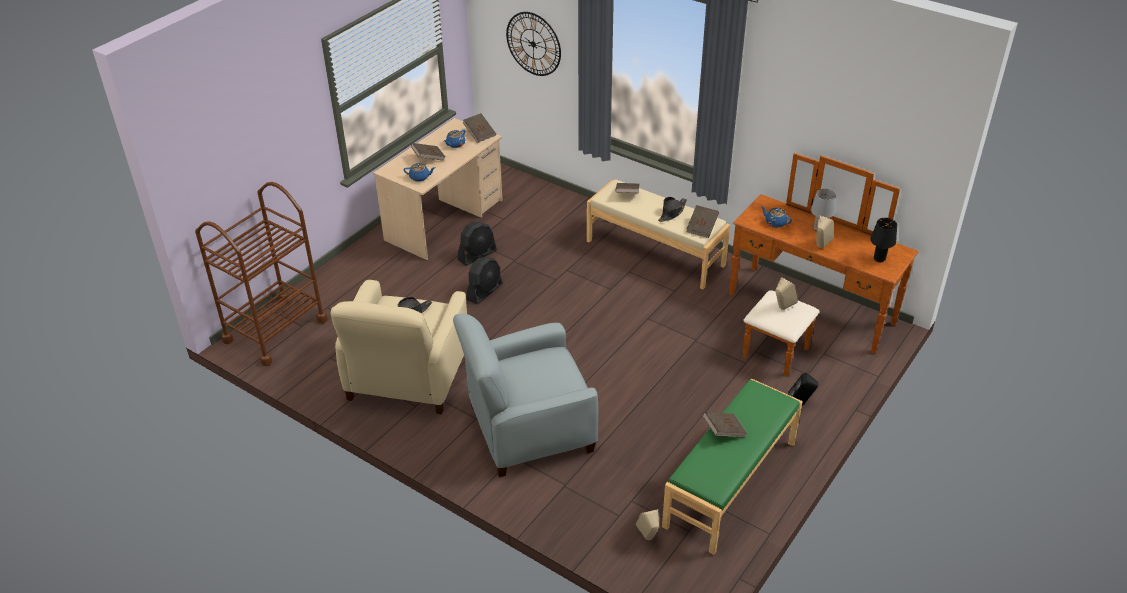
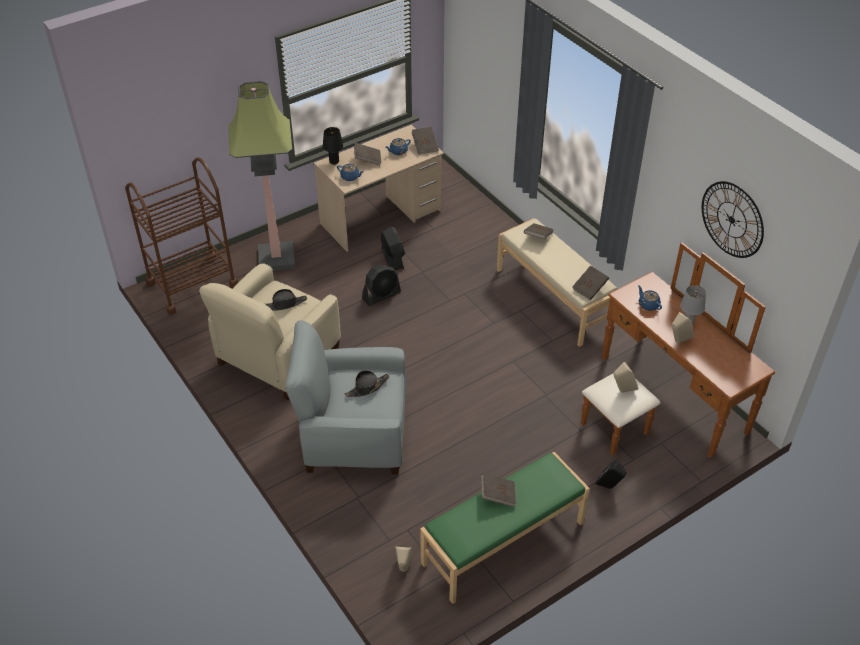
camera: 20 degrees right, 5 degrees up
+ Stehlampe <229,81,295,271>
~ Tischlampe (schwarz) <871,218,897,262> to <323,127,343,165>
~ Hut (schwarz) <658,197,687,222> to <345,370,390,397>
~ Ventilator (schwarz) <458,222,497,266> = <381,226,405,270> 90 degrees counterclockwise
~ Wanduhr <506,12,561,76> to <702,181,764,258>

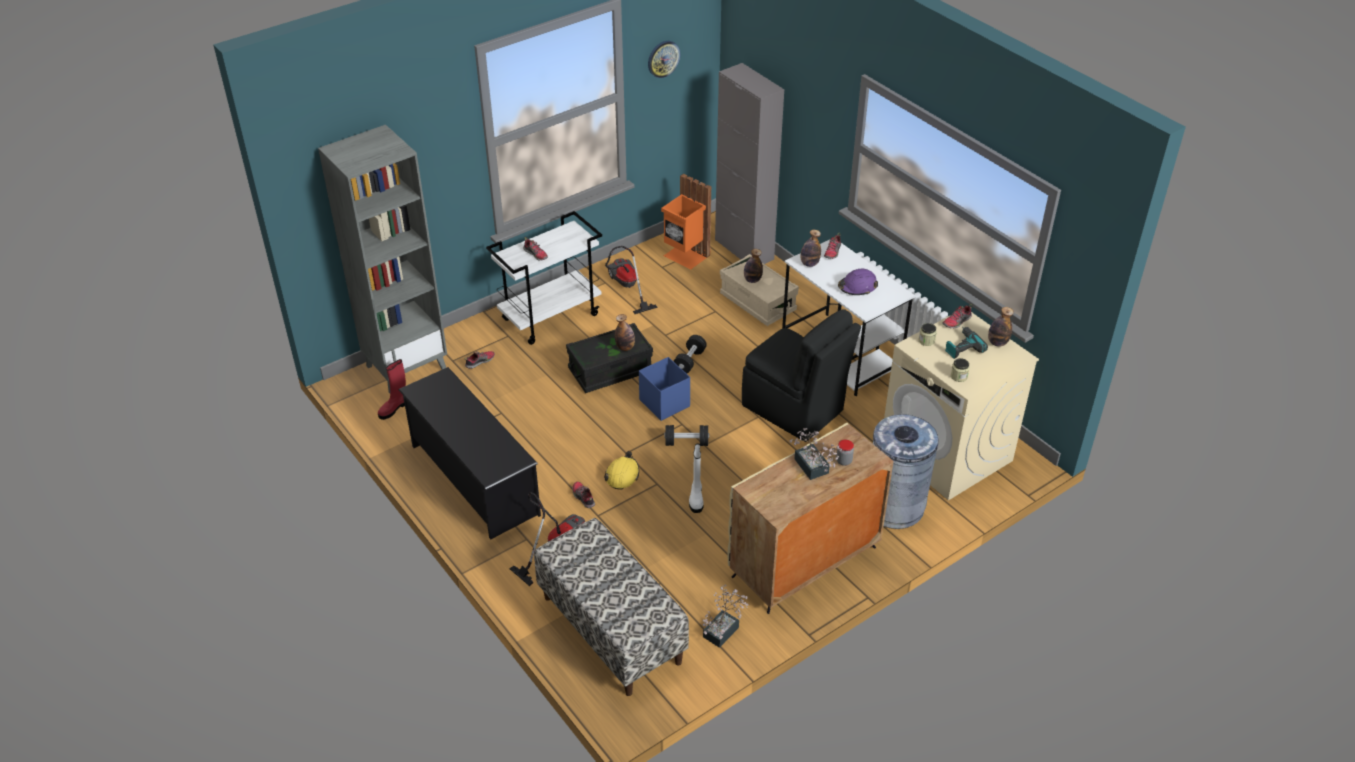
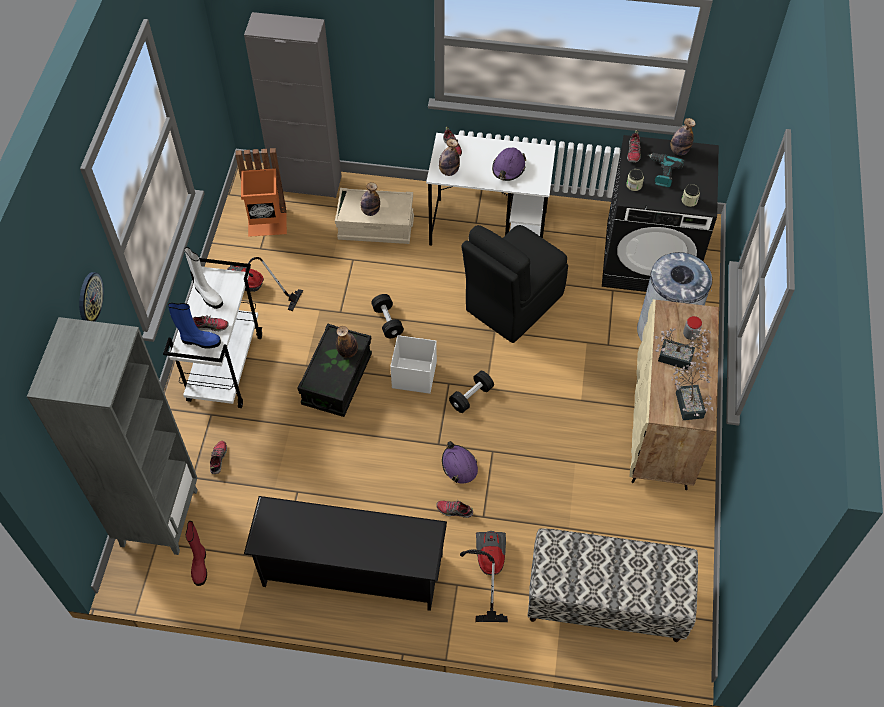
camera: 45 degrees left, 15 degrees up
~ Wanduhr <648,41,681,78> to <79,272,104,322>
+ Stiefel (blau) <168,303,221,348>
~ Stiefel (weiß) <689,443,704,513> to <184,247,223,309>
~ Aufbewahrungsbox (blau) <639,357,690,421> to Aufbewahrungsbox (weiß) <390,335,437,394>
~ Schutzhelm (gelb) <604,451,640,490> to Schutzhelm (lila) <442,441,478,483>
~ Stuhl (schwarz) <742,309,861,442> = <461,225,568,343> 135 degrees clockwise
~ Waschmaschine (beige) <884,312,1039,500> to Waschmaschine (schwarz) <602,135,719,292>
~ Topfpflanze <703,585,749,648> to <671,361,713,420>

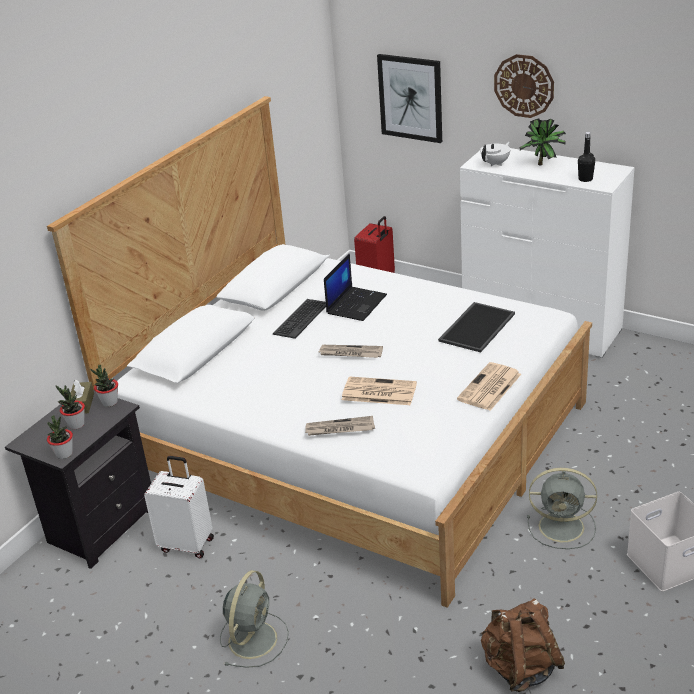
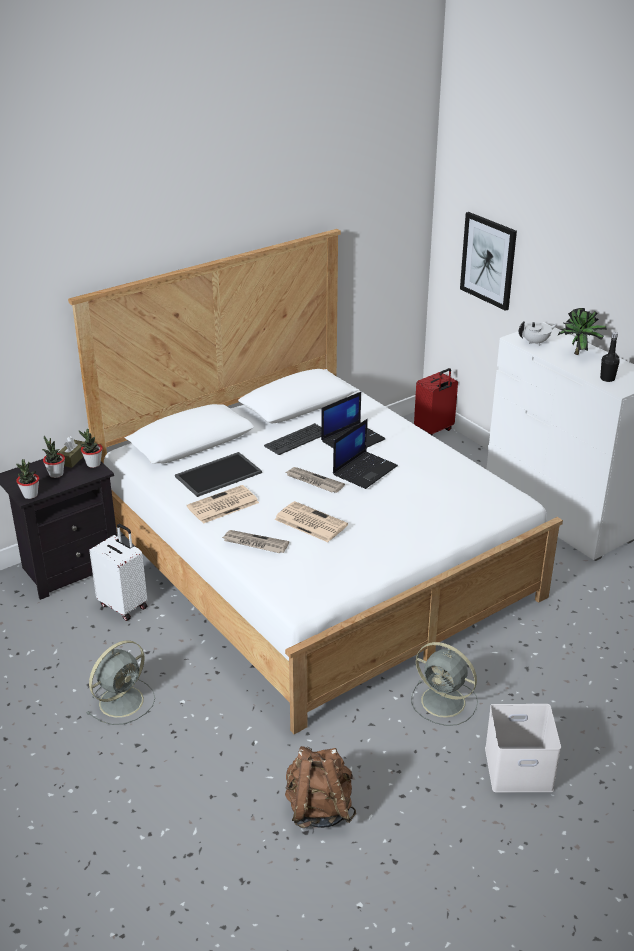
camera: 20 degrees right, 0 degrees up
~ Tablett <438,302,515,352> to <175,452,262,497>
~ Zeitung <457,362,521,411> to <187,485,259,524>
+ Laptop <333,419,398,489>
- Wanduhr <494,54,554,118>

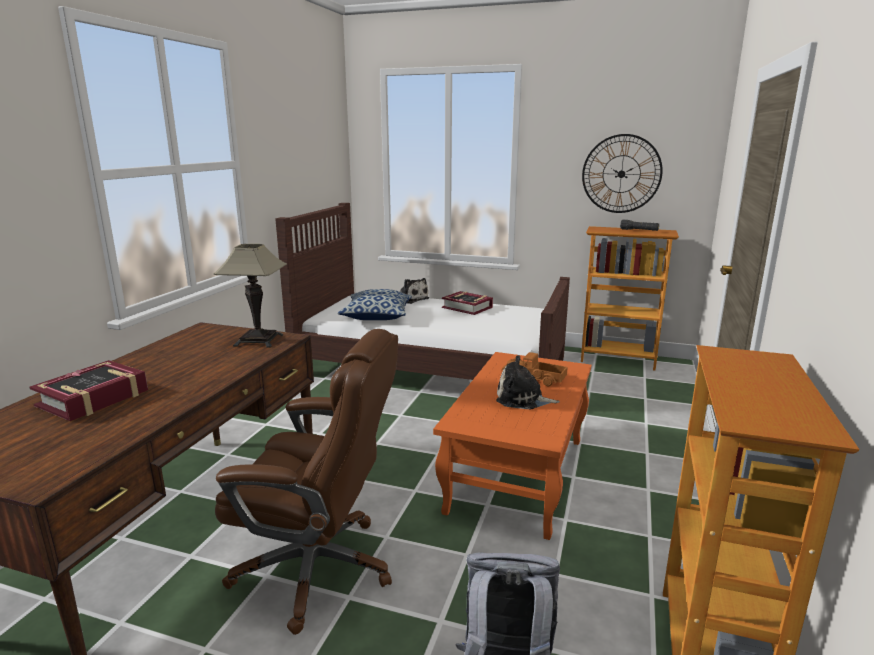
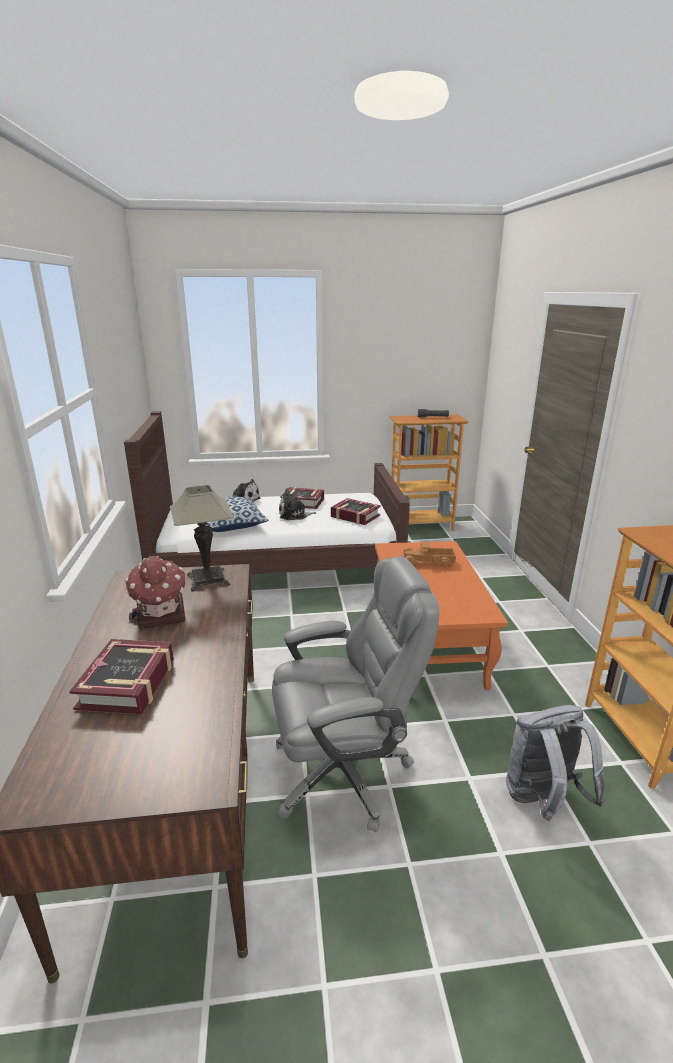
camera: 25 degrees left, 5 degrees up
+ Spielzeughaus <125,556,186,629>
~ Bürostuhl (braun) <215,329,398,635> to Bürostuhl (grau) <272,557,440,832>
~ Plüschtier <496,355,560,410> to <279,488,317,520>
+ Buch <331,498,381,525>
- Wanduhr <582,134,663,213>

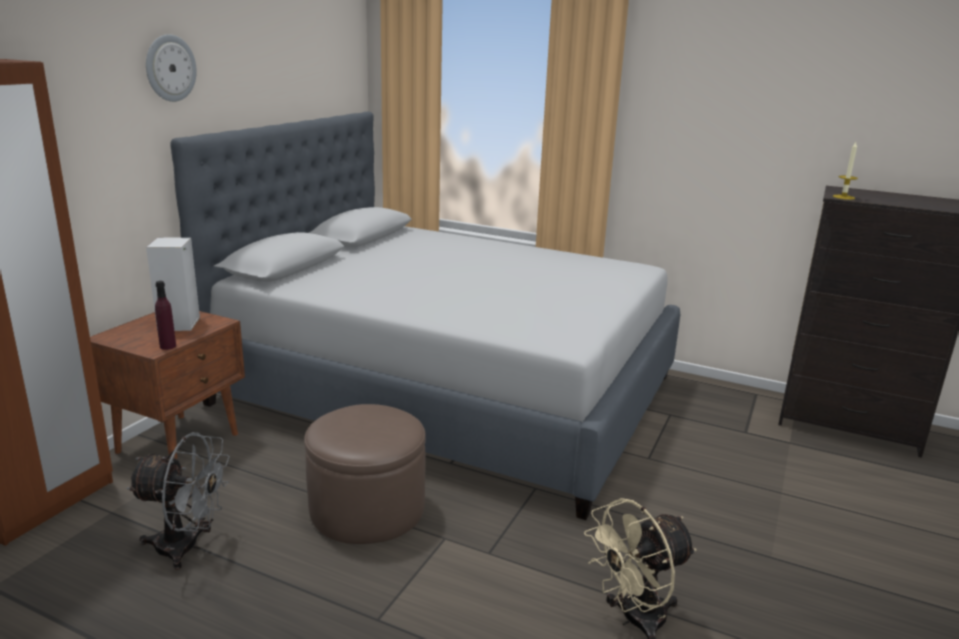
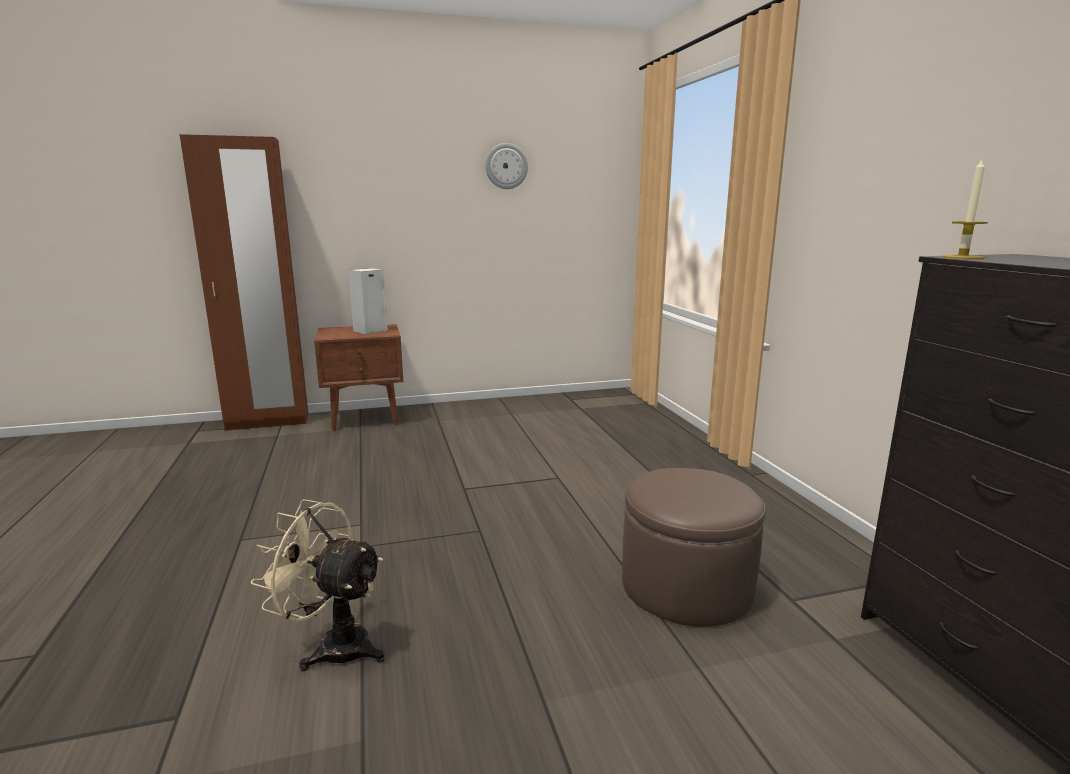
camera: 50 degrees right, 5 degrees down
~ Wanduhr <146,34,197,102> to <485,143,528,189>
~ Polsterhocker (braun) <304,404,426,544> to <622,468,766,627>
- Ventilator (grau) <126,432,230,570>
- Flasche (lila) <155,281,176,350>
- Bett (grau) <170,112,680,520>

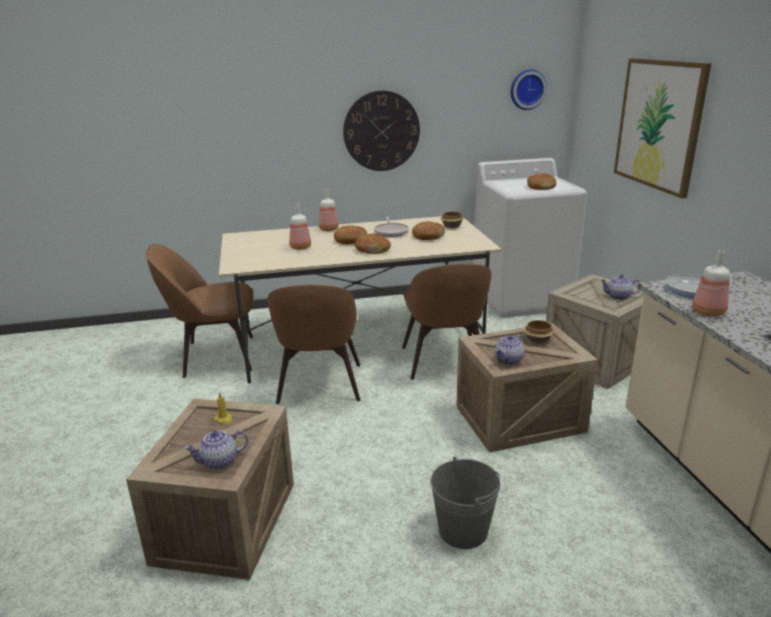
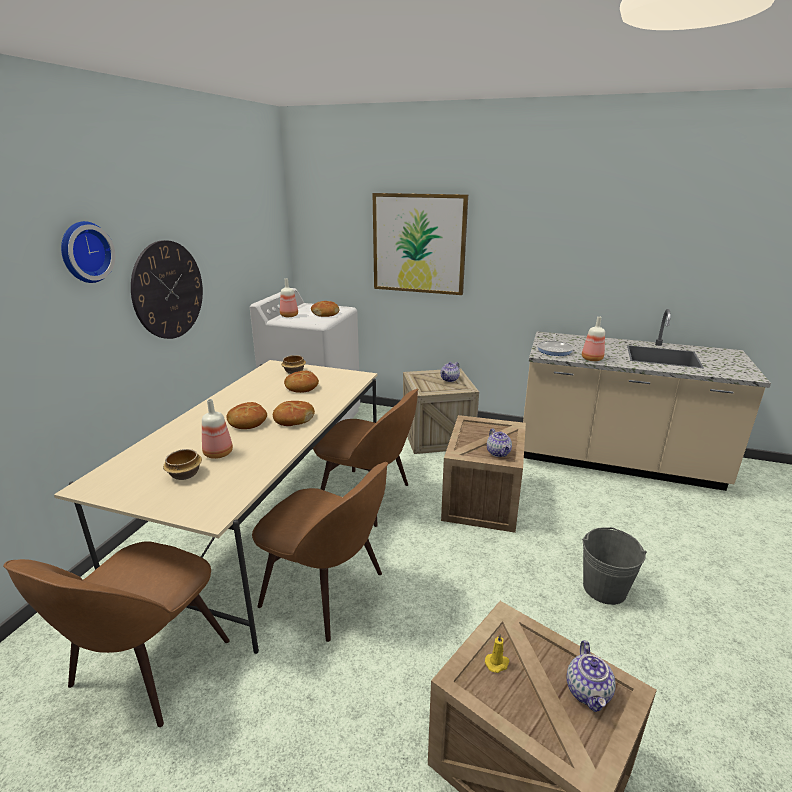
camera: 60 degrees left, 0 degrees up
~ Wanduhr <511,69,547,110> to <61,221,115,283>
~ Schüssel <524,320,554,344> to <163,449,202,480>
~ Flasche <319,189,339,231> to <280,278,298,317>
- Pfanne <374,217,409,237>

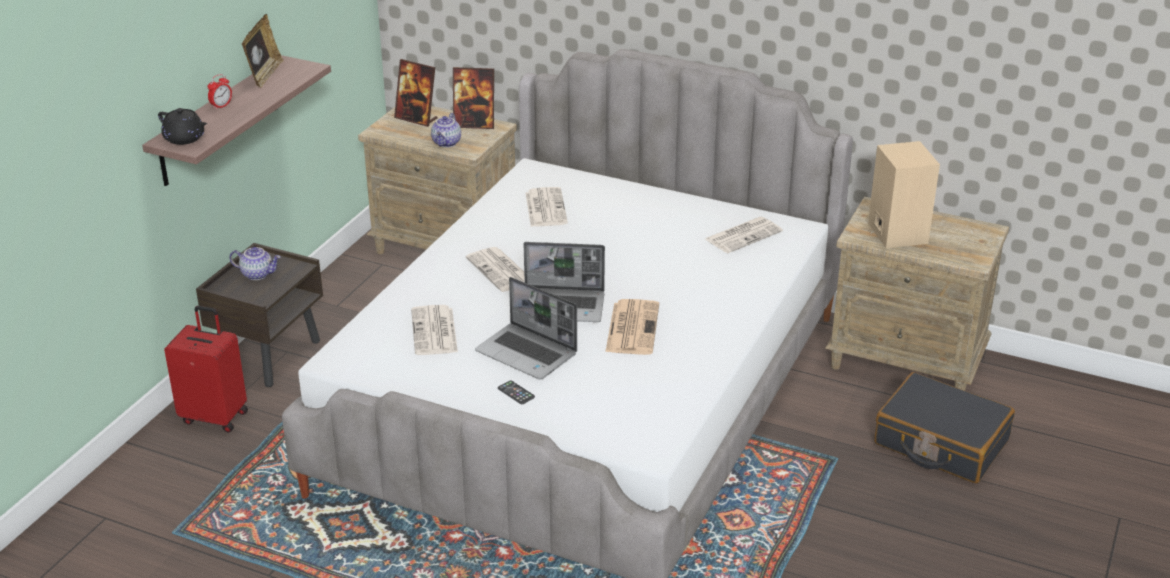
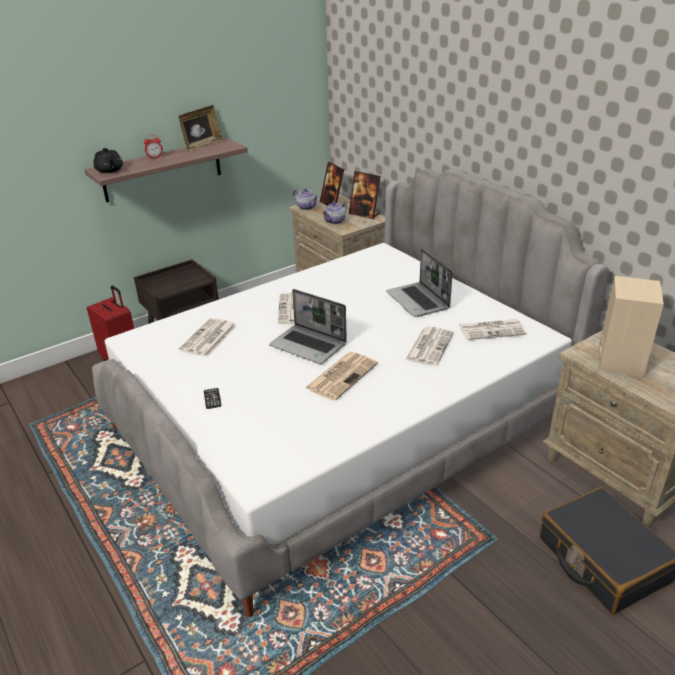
camera: 30 degrees right, 0 degrees up
~ Teekanne <229,247,281,280> to <293,188,318,210>
~ Laptop <475,277,577,380> to <386,249,453,317>
~ Zeitung <526,187,568,227> to <405,326,454,366>

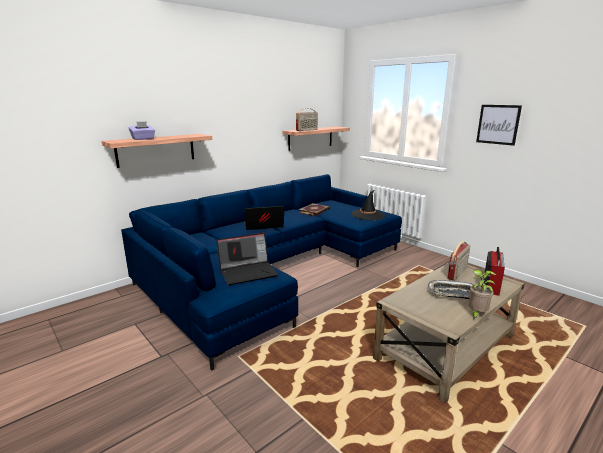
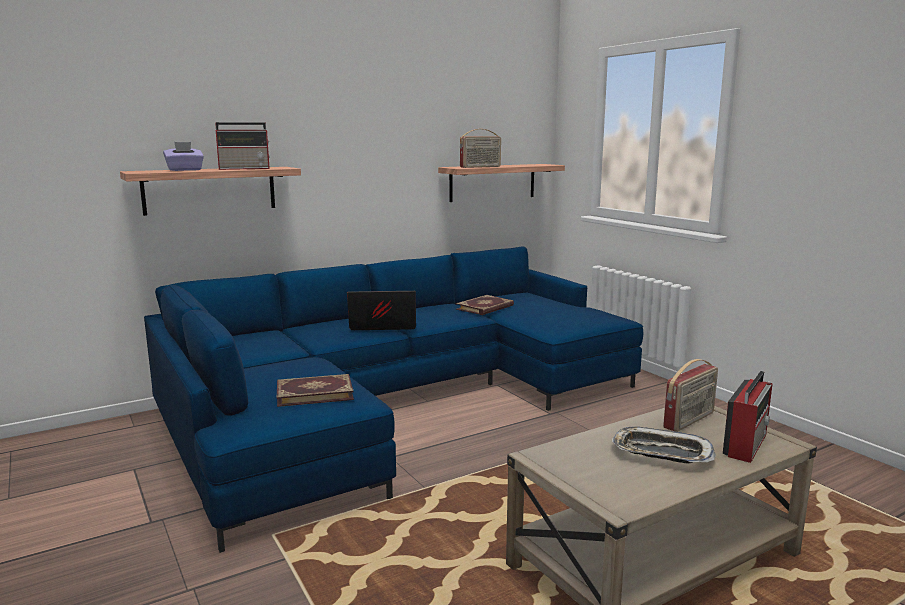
camera: 10 degrees right, 5 degrees down
+ Radio <215,122,270,170>
~ Laptop <216,233,278,285> to Buch <277,374,354,407>
- Hut (schwarz) <351,190,385,221>
- Topfpflanze <469,270,496,319>
- Bild <476,105,522,146>

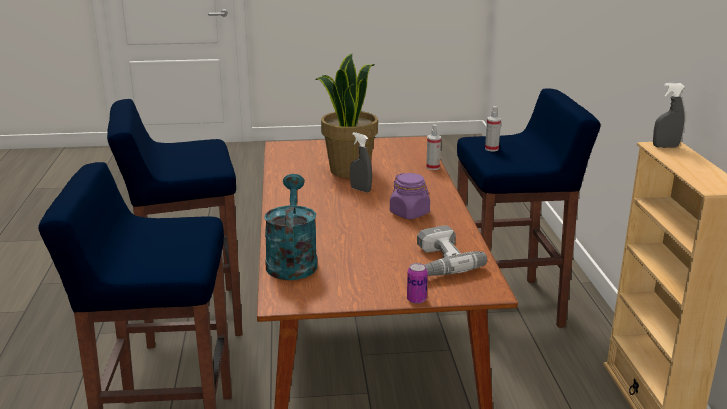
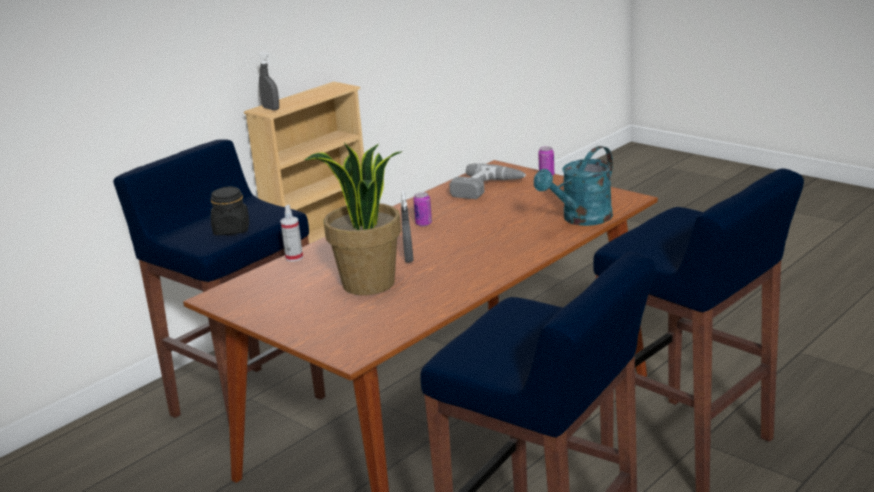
camera: 130 degrees left, 0 degrees up
~ Sprühflasche <485,106,501,151> to Vorratsglas (schwarz) <211,186,249,235>
~ Vorratsglas (lila) <390,173,430,219> to Dose <413,192,432,227>

